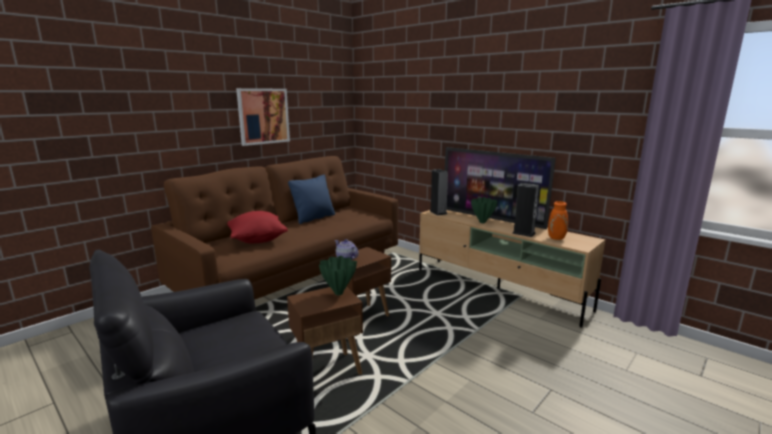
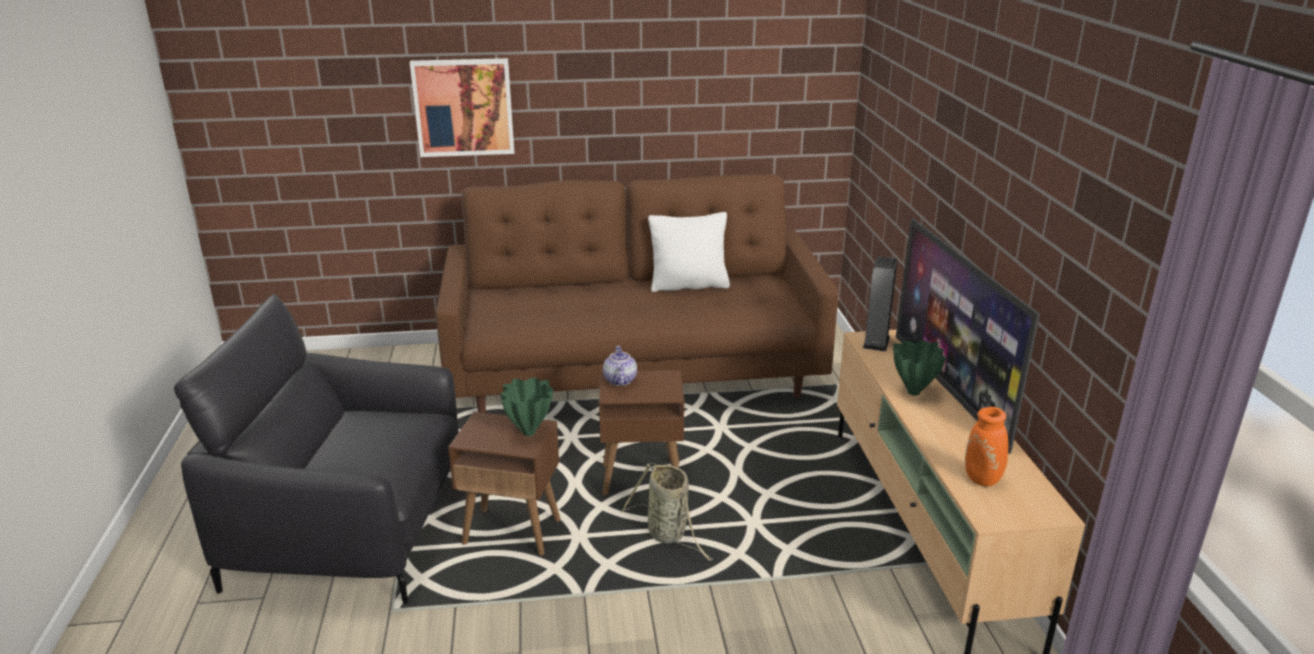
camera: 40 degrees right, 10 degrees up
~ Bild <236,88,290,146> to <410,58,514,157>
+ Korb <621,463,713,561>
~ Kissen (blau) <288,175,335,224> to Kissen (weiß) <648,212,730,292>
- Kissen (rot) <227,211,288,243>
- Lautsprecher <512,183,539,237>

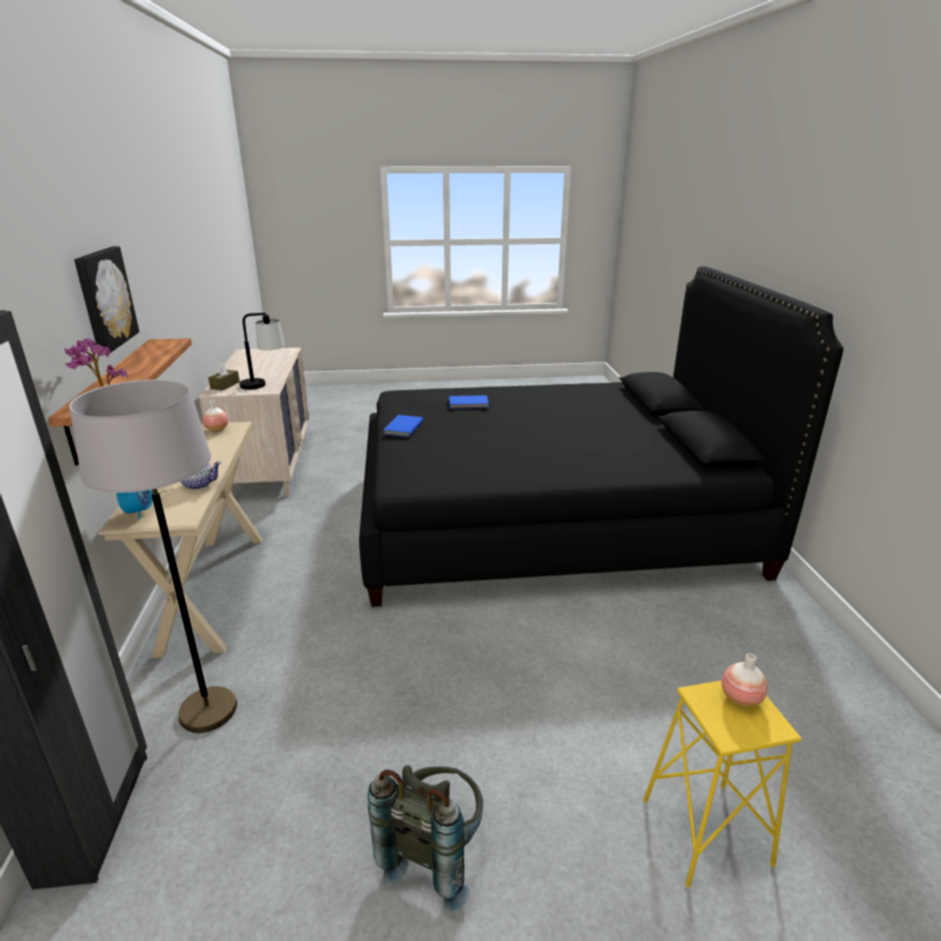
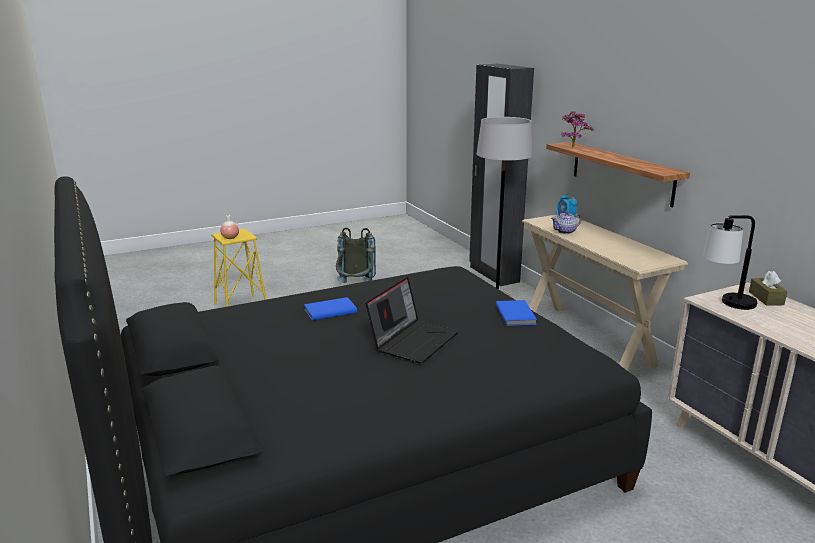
camera: 160 degrees right, 5 degrees down
~ Buch (blau) <449,395,489,409> to <304,297,357,321>
+ Laptop <366,277,459,363>
- Bild <74,246,139,353>
- Vase <202,400,228,432>

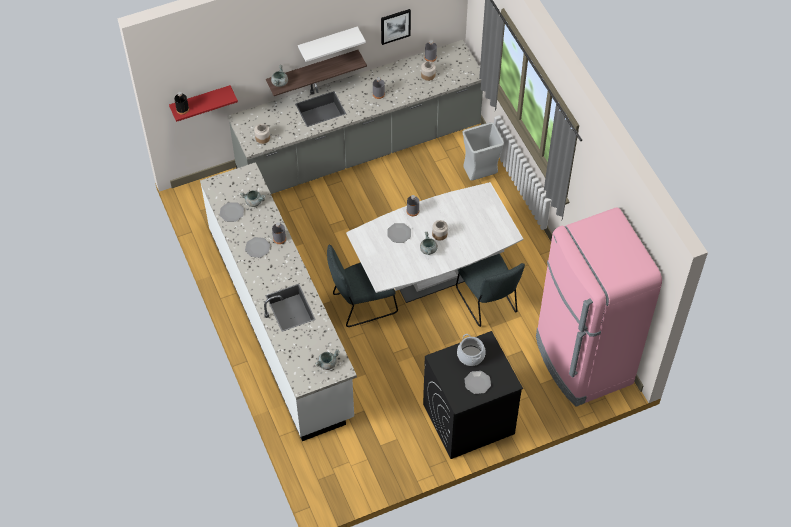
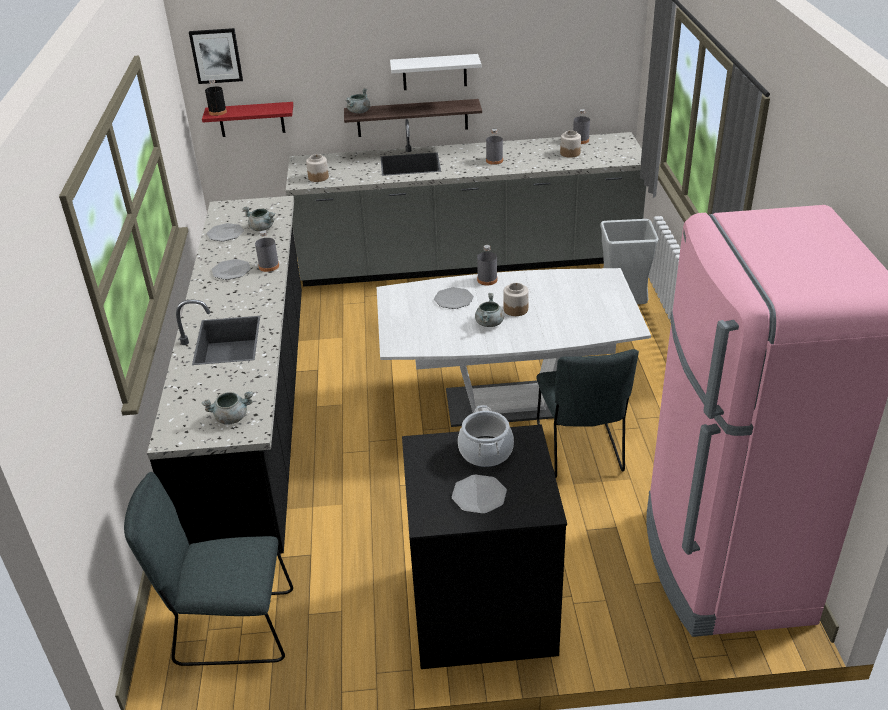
camera: 20 degrees right, 20 degrees down
~ Stuhl (grau) <327,245,398,327> to <124,472,293,666>
~ Küchenzeile (weiß) <200,162,357,441> to Küchenzeile (schwarz) <147,196,302,554>
~ Bild <381,9,411,45> to <189,28,243,84>

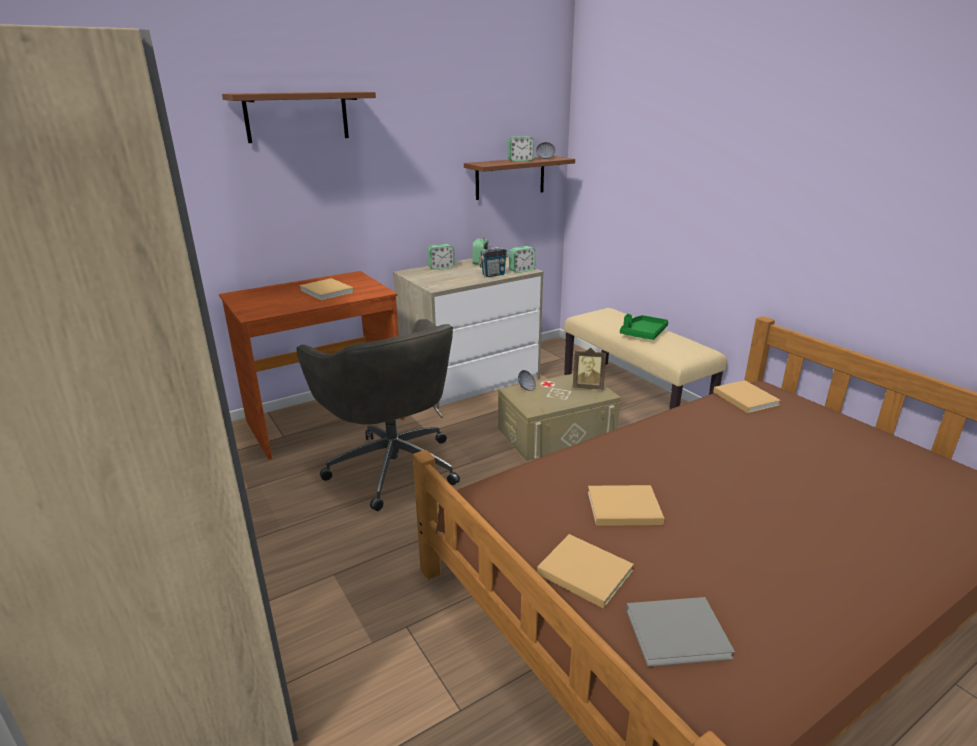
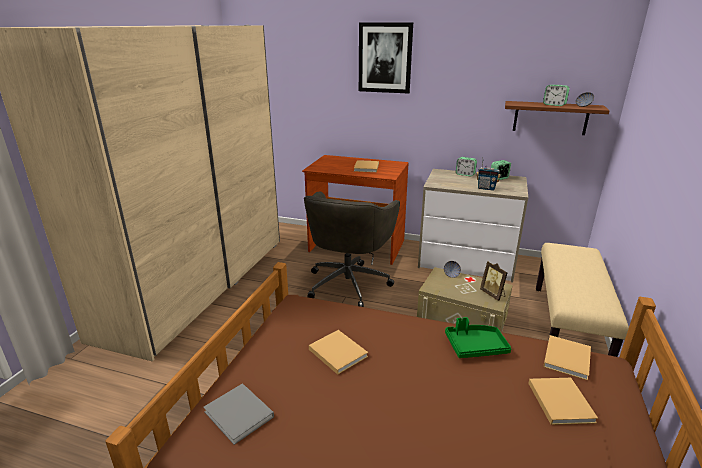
camera: 50 degrees right, 0 degrees up
~ Wandregal (braun) <222,92,376,143> to Bild <359,22,413,94>
~ Tablett (grün) <620,314,668,340> to <445,317,511,358>
~ Buch (beige) <537,534,634,609> to <528,378,598,425>
- Wecker <509,246,536,273>

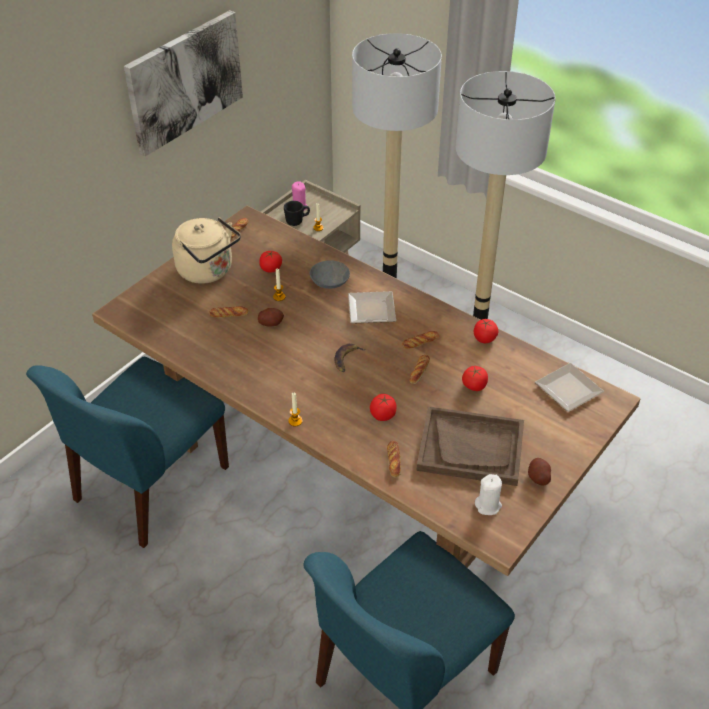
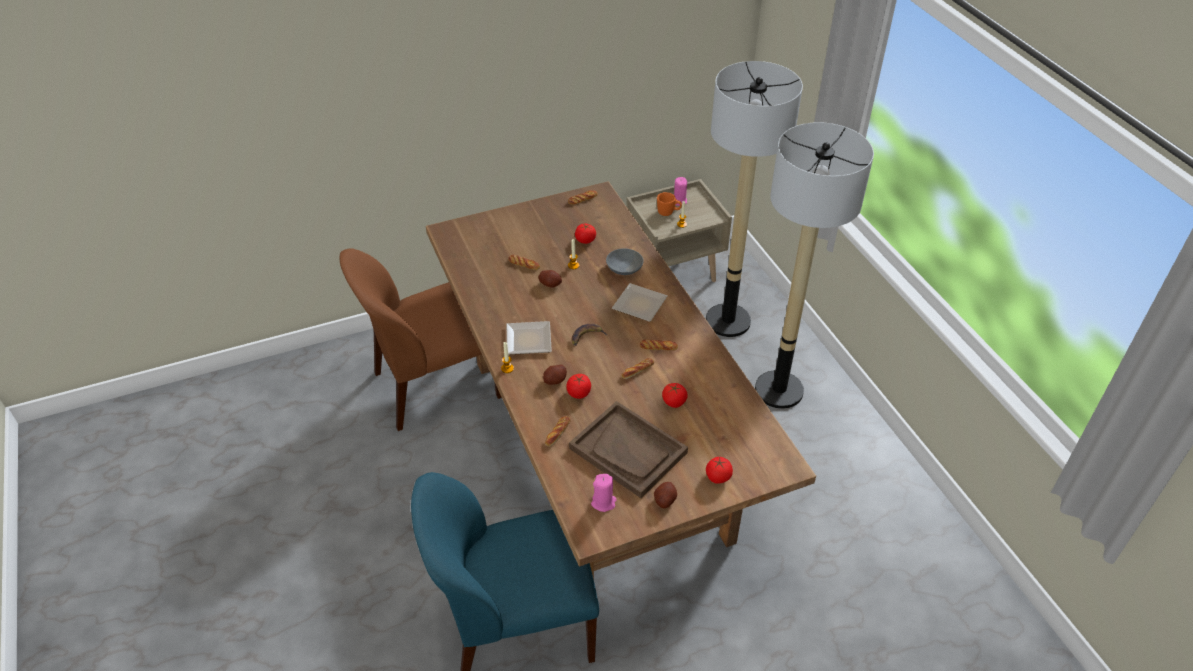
camera: 30 degrees right, 0 degrees up
~ Stuhl (blau) <26,357,229,548> to Stuhl (braun) <340,248,502,431>
~ Teller <535,363,604,412> to <506,321,552,355>
+ Kartoffel <543,364,567,385>
~ Kerze (weiß) <475,474,502,515> to Kerze (rosa) <591,474,617,512>
~ Henkelbecher (schwarz) <284,201,310,226> to Henkelbecher (orange) <657,192,682,216>
~ Tomate <474,319,499,343> to <706,457,733,484>
- Bild <124,10,243,157>
- Wasserkessel (beige) <172,217,241,284>

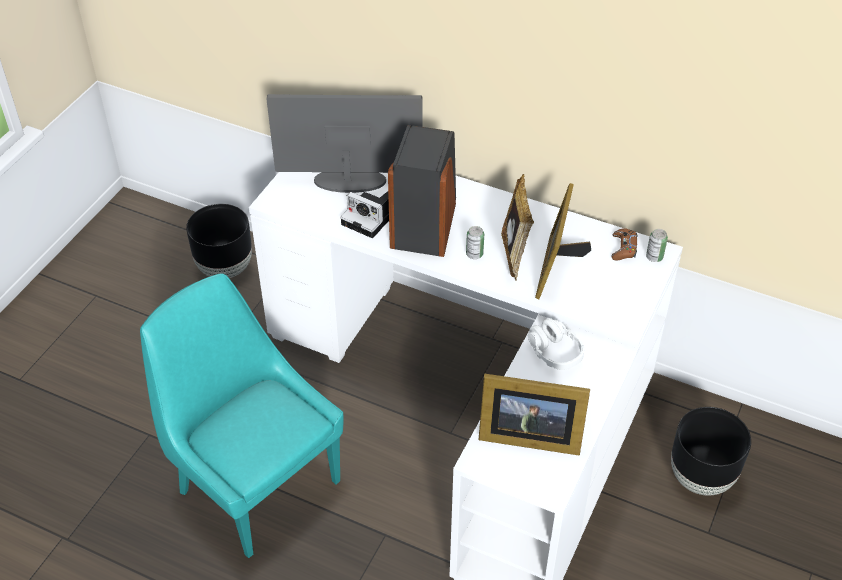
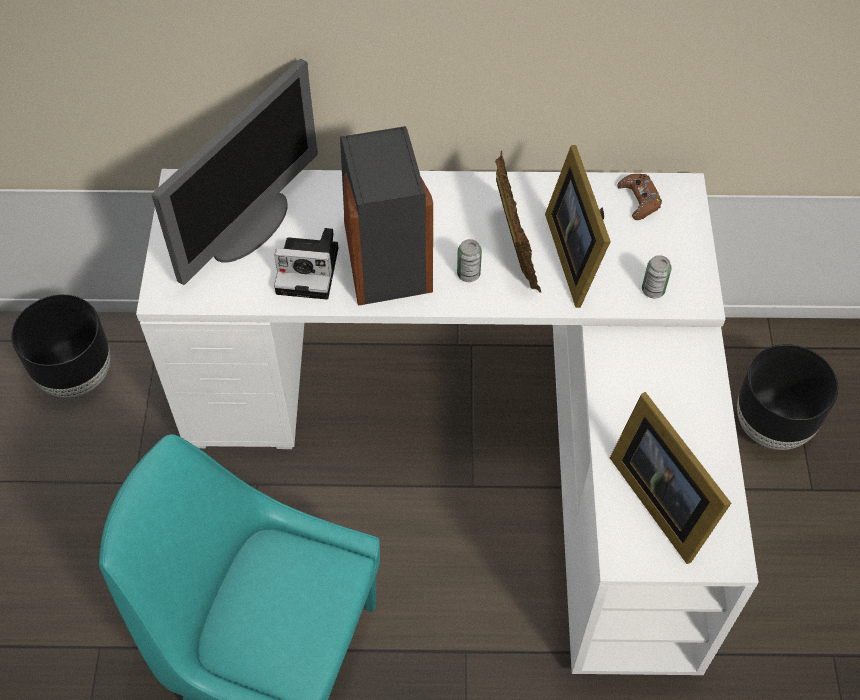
camera: 25 degrees left, 10 degrees up
~ Monitor <266,94,423,193> = <152,59,318,285> 150 degrees clockwise
~ Bilderrahmen <479,373,590,455> = <610,392,731,564> 75 degrees clockwise
~ Dose <646,229,668,262> to <642,255,672,298>
- Kopfhörer (weiß) <528,318,584,370>

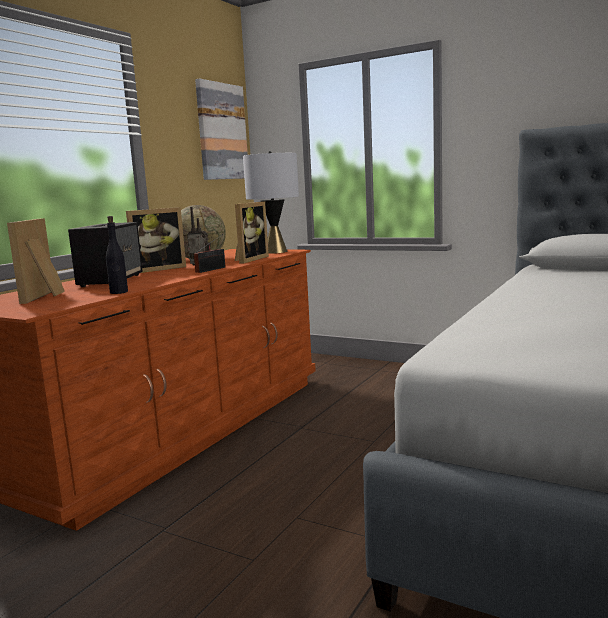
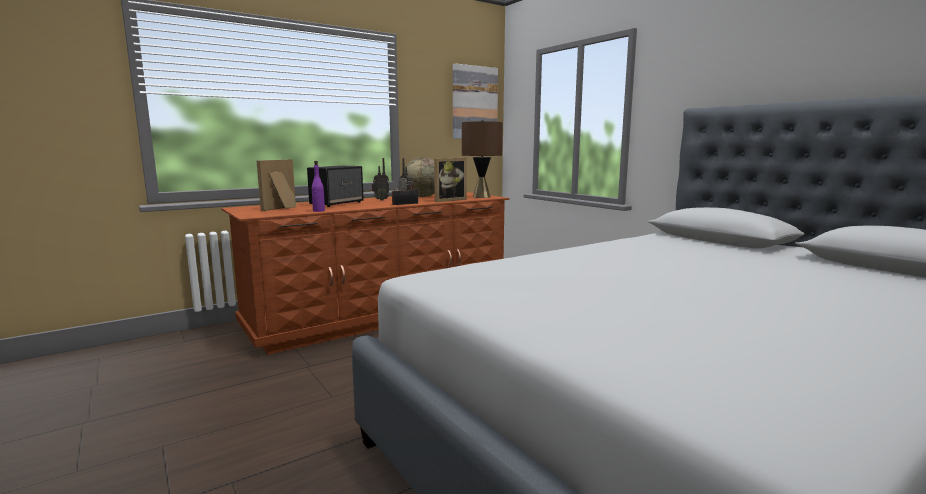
camera: 25 degrees right, 0 degrees up
~ Flasche (schwarz) <106,216,128,294> to Flasche (lila) <312,161,325,212>
~ Bilderrahmen <126,207,186,273> to Radio <372,158,389,201>
~ Tischlampe (grau) <243,151,299,254> to Tischlampe (braun) <462,120,503,198>

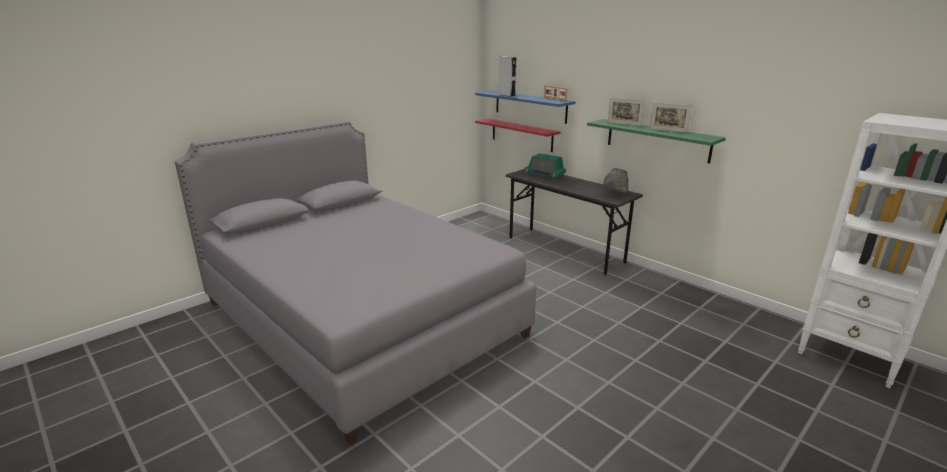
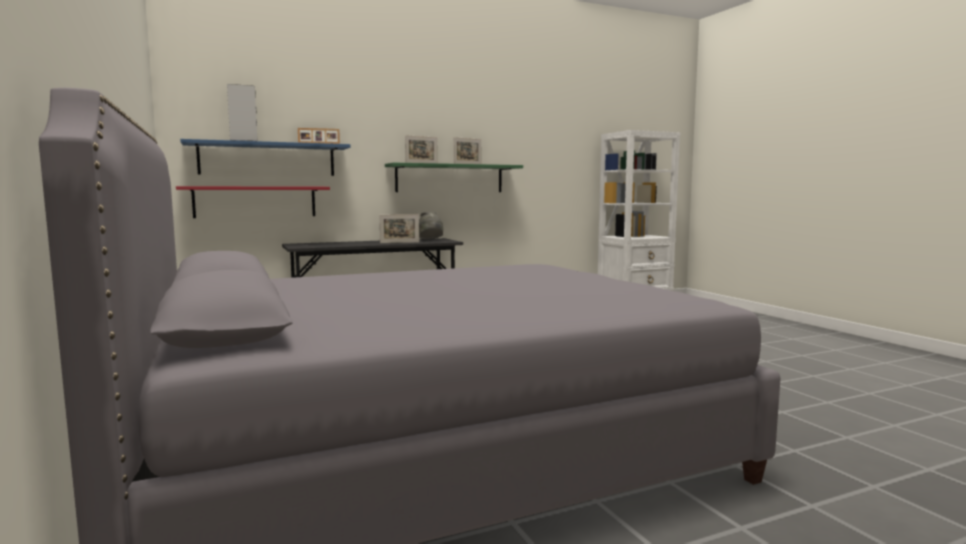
camera: 70 degrees left, 15 degrees down
+ Bilderrahmen <379,214,419,243>
- Radio <524,153,566,179>

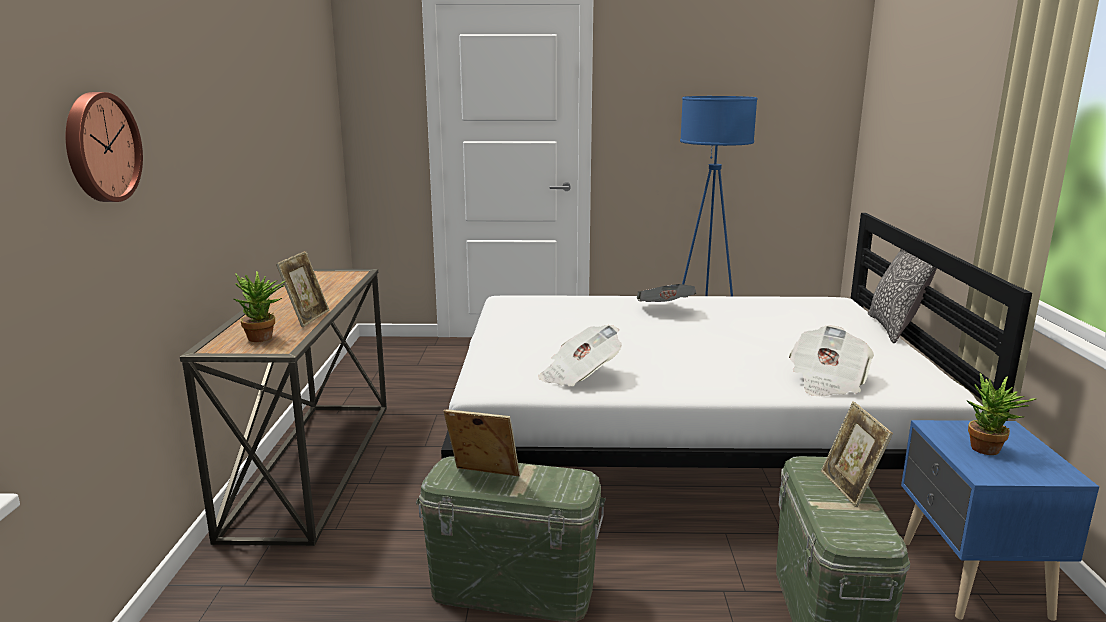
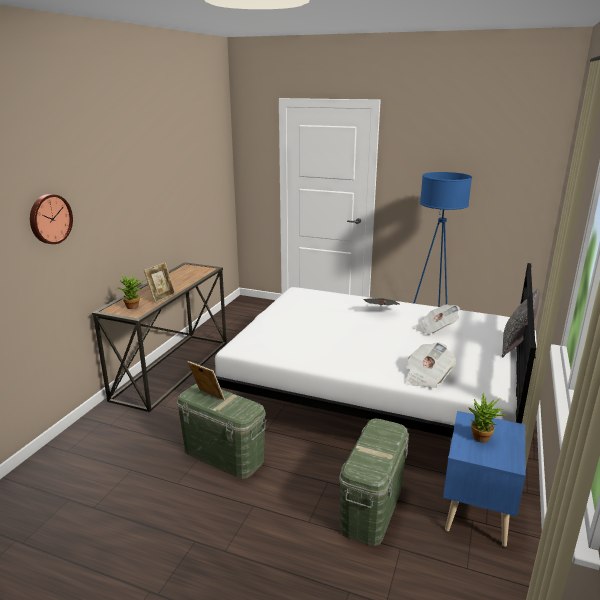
camera: 20 degrees right, 5 degrees up
~ Zeitung <538,325,622,387> to <414,304,460,335>
- Bilderrahmen <821,401,893,507>

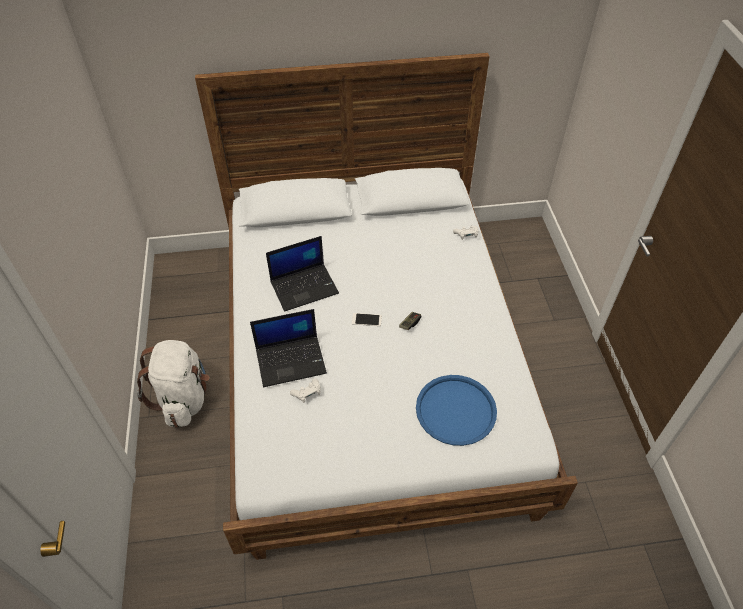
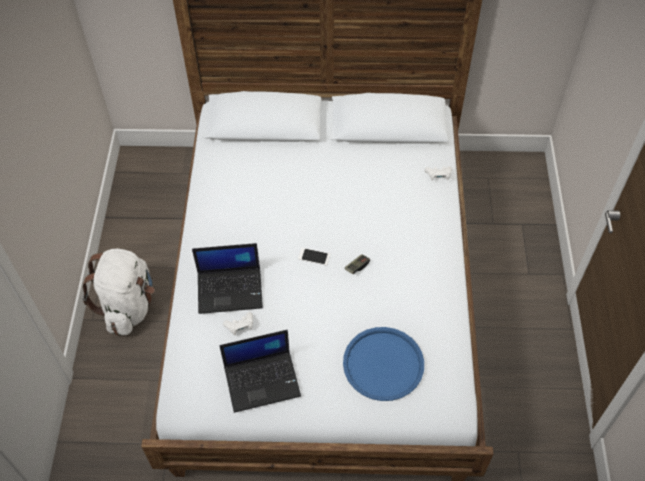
camera: 10 degrees right, 5 degrees up
~ Laptop <266,236,339,312> to <219,330,301,413>

